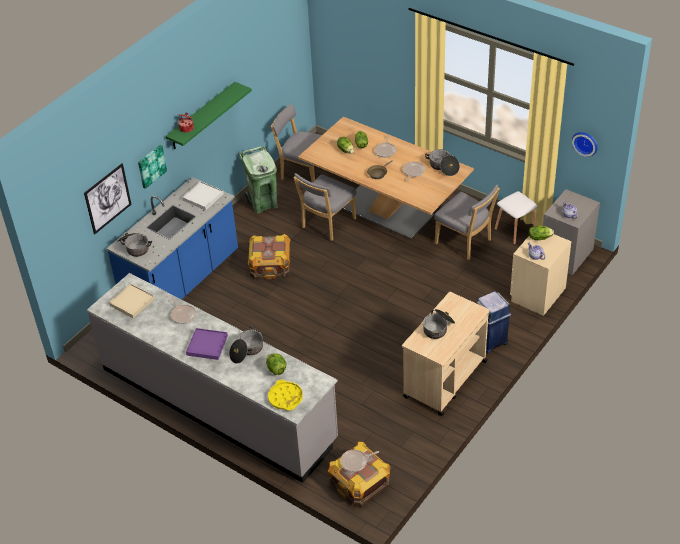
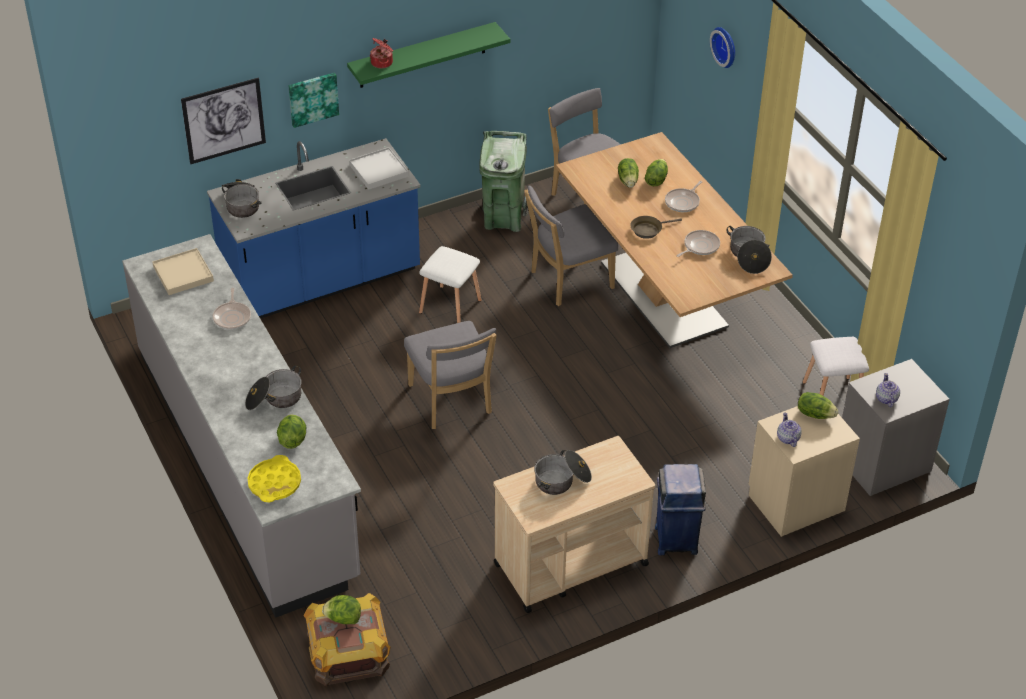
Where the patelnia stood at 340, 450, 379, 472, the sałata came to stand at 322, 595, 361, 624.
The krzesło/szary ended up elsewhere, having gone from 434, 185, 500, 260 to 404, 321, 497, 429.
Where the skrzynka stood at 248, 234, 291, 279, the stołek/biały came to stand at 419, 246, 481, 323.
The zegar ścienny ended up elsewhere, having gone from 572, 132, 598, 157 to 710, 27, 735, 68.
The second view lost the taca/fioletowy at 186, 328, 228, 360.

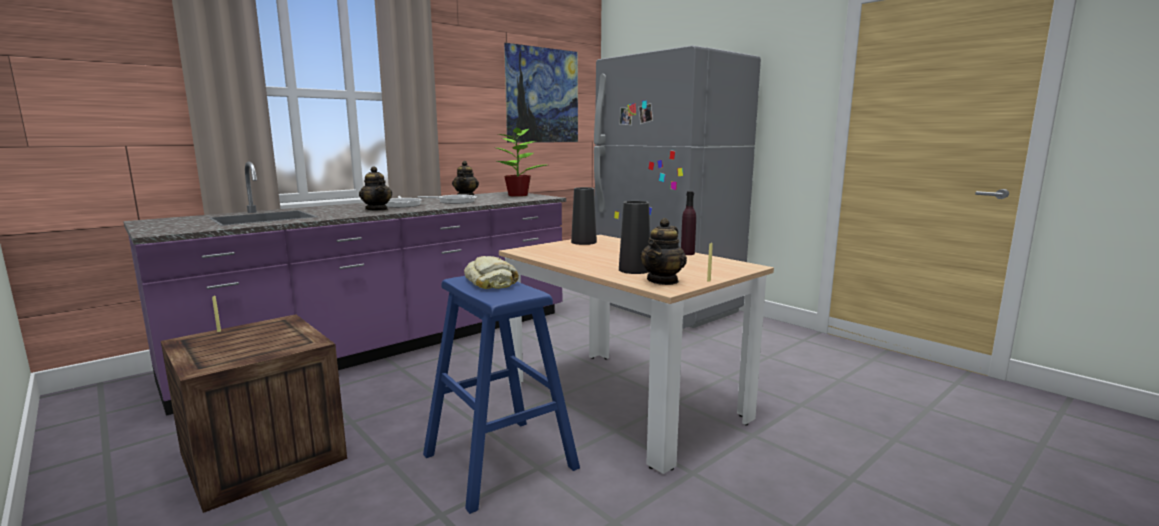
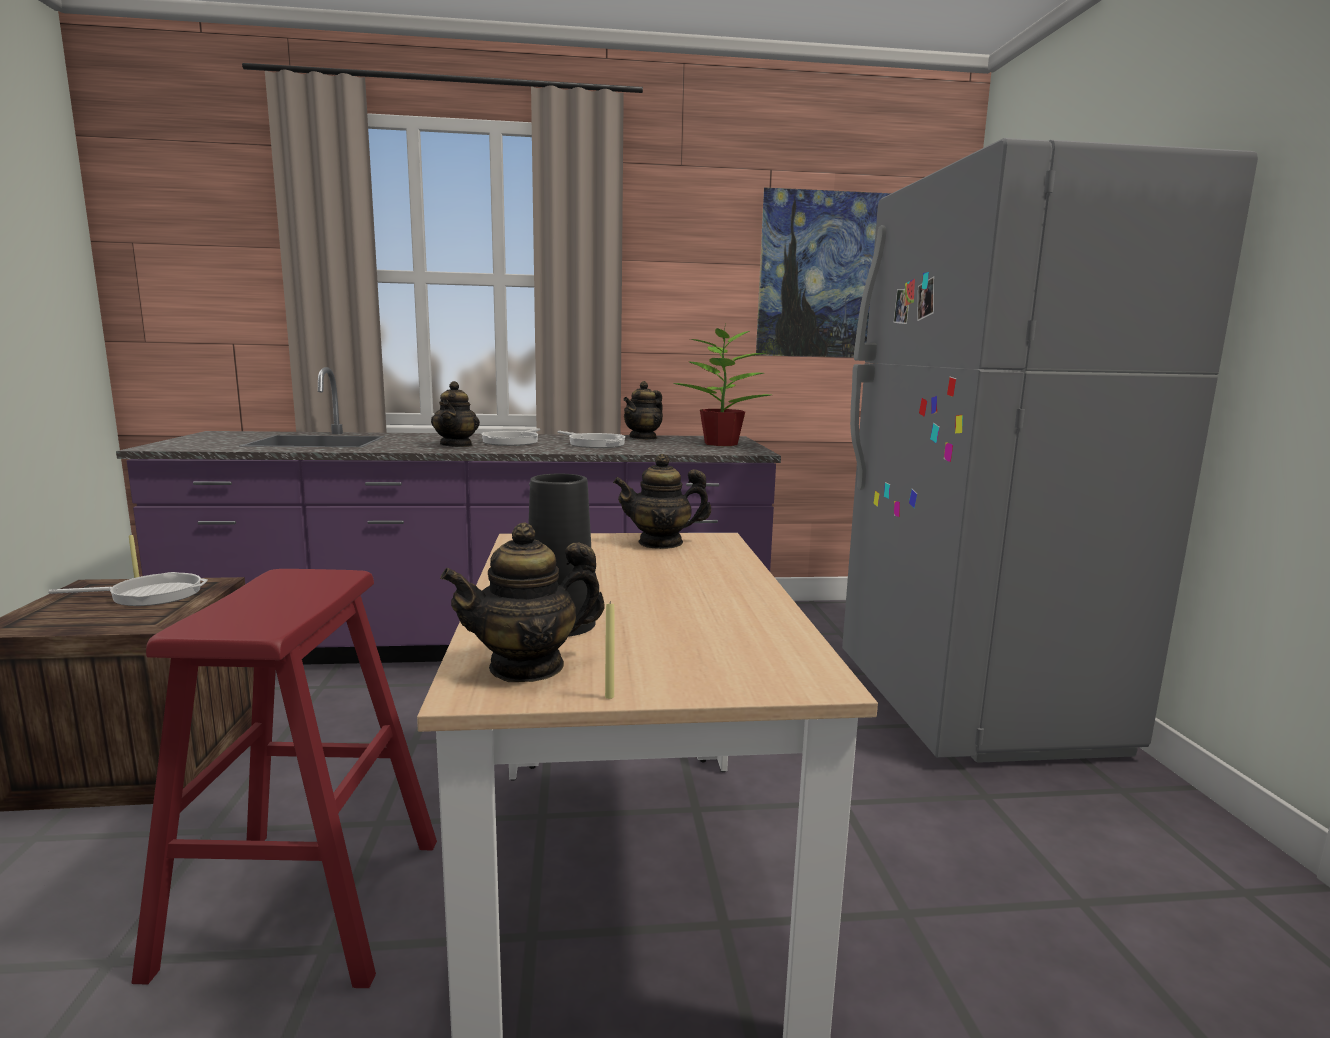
The second view gained the patelnia at 48, 572, 208, 606.
What was the stołek/niebieski at 423, 276, 580, 514 turned into the stołek/czerwony at 132, 569, 437, 988.
Where the wazon/czarny stood at 571, 187, 597, 245, the imbryk came to stand at 613, 454, 711, 549.
The second view lost the chleb at 464, 256, 519, 289.
The second view lost the butelka/fioletowy at 681, 191, 696, 255.

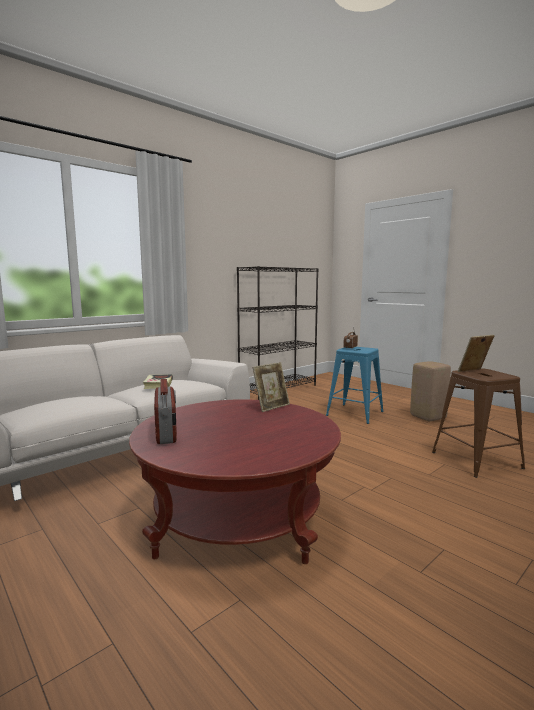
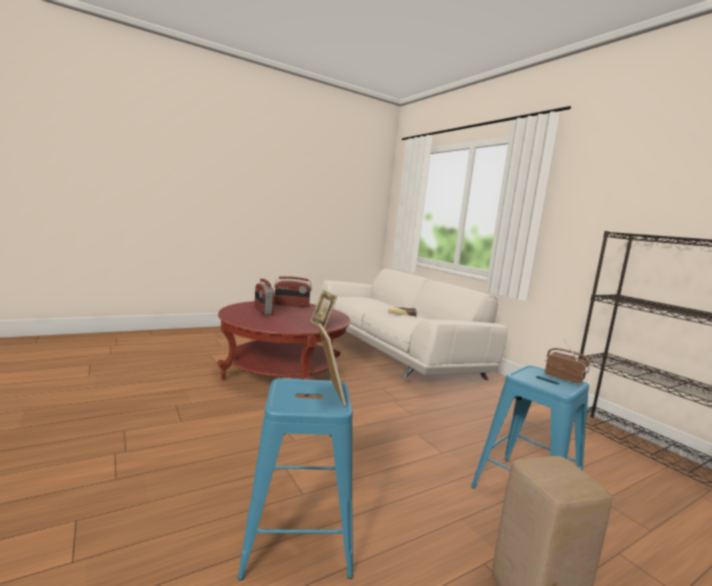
What was the stołek/brązowy at 432, 369, 525, 478 turned into the stołek/niebieski at 238, 378, 353, 580.
The second view gained the radio at 254, 279, 275, 315.

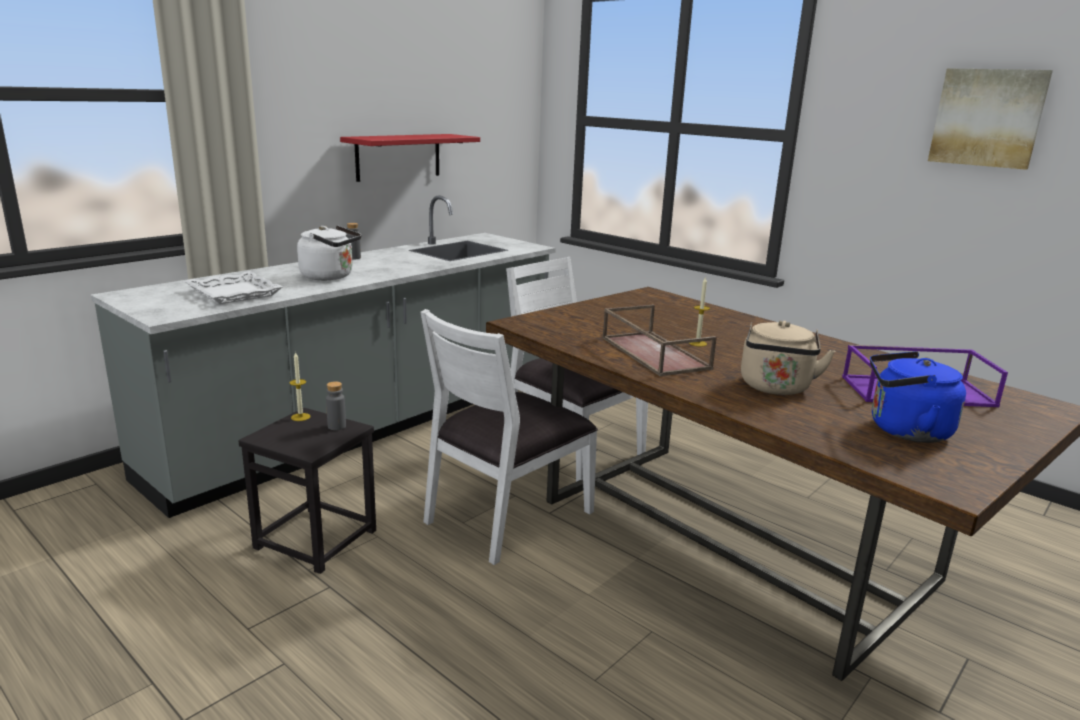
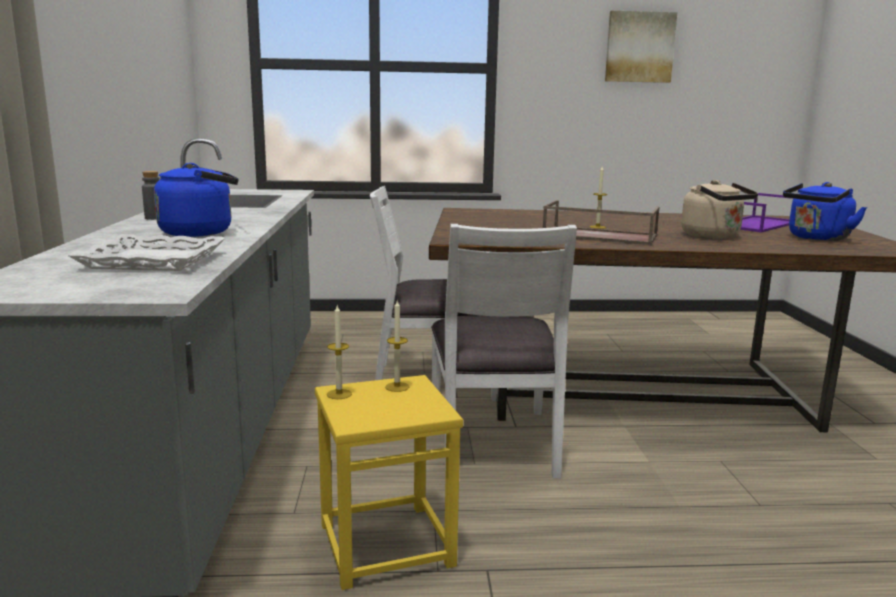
What was the czajnik/biały at 297, 225, 361, 280 turned into the czajnik/niebieski at 154, 163, 238, 237.
What was the stołek/czarny at 238, 408, 376, 574 turned into the stołek/żółty at 315, 375, 463, 590.
Where the butelka/szary stood at 326, 381, 346, 430, the świeca came to stand at 385, 301, 409, 392.
The second view lost the półka/czerwony at 340, 134, 480, 182.

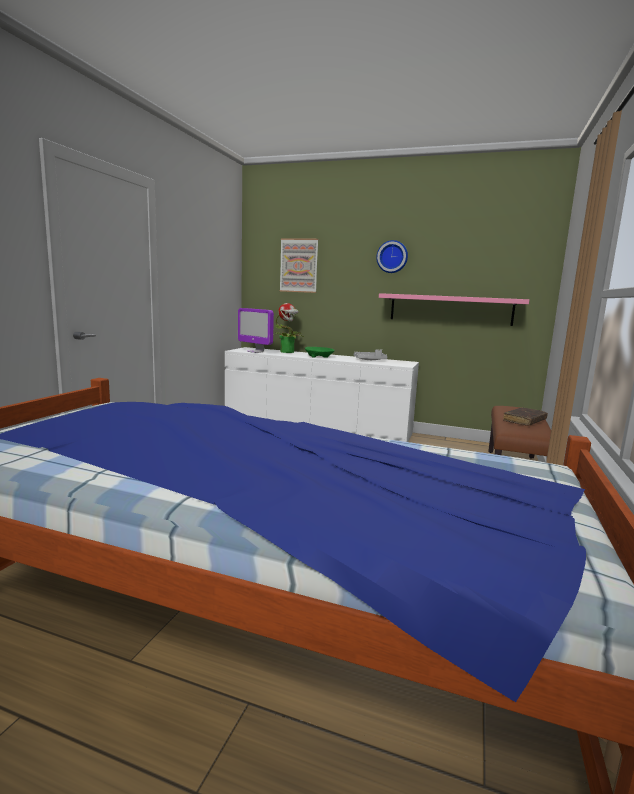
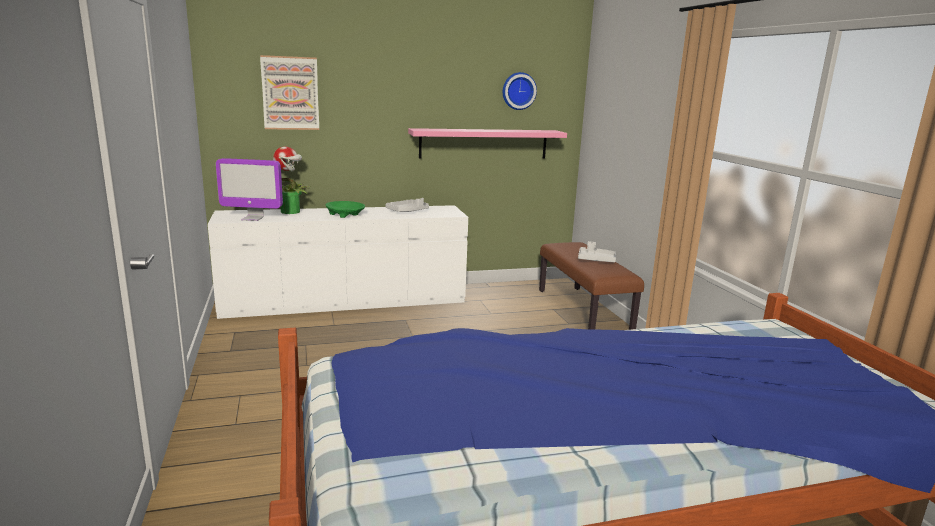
The zegar ścienny ended up elsewhere, having gone from 376, 240, 408, 273 to 503, 72, 537, 110.
Where the książka/brązowy stood at 503, 407, 548, 426, the taca/szary came to stand at 578, 241, 616, 262.

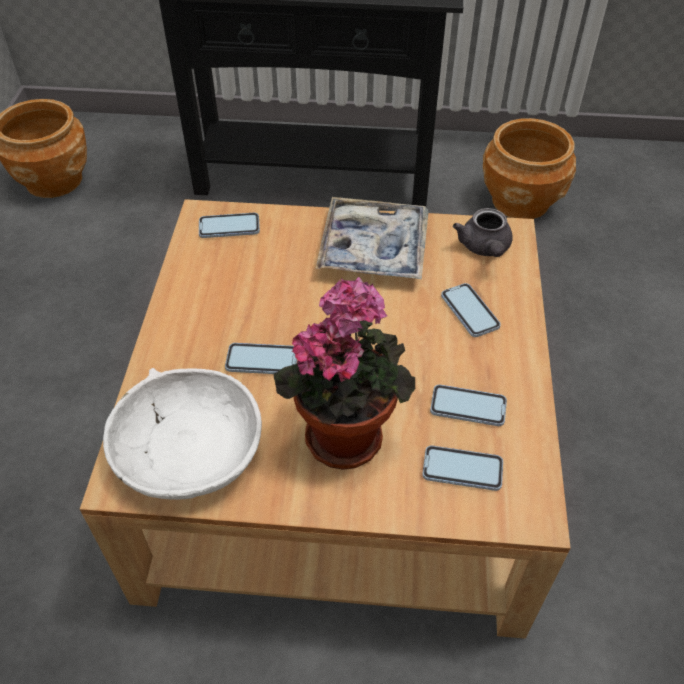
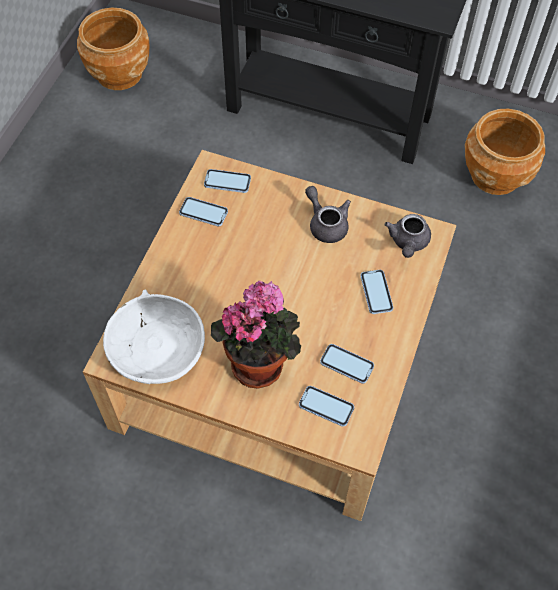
The telefon ended up elsewhere, having gone from 225, 343, 297, 374 to 179, 197, 228, 226.
Where the taca stood at 316, 197, 428, 279, the imbryk/szary came to stand at 305, 186, 351, 243.

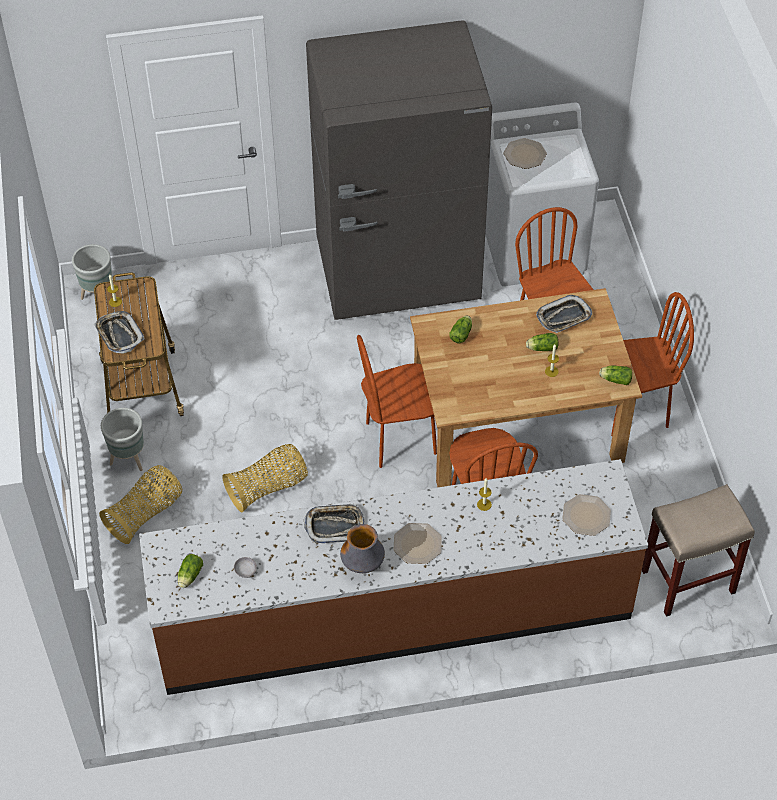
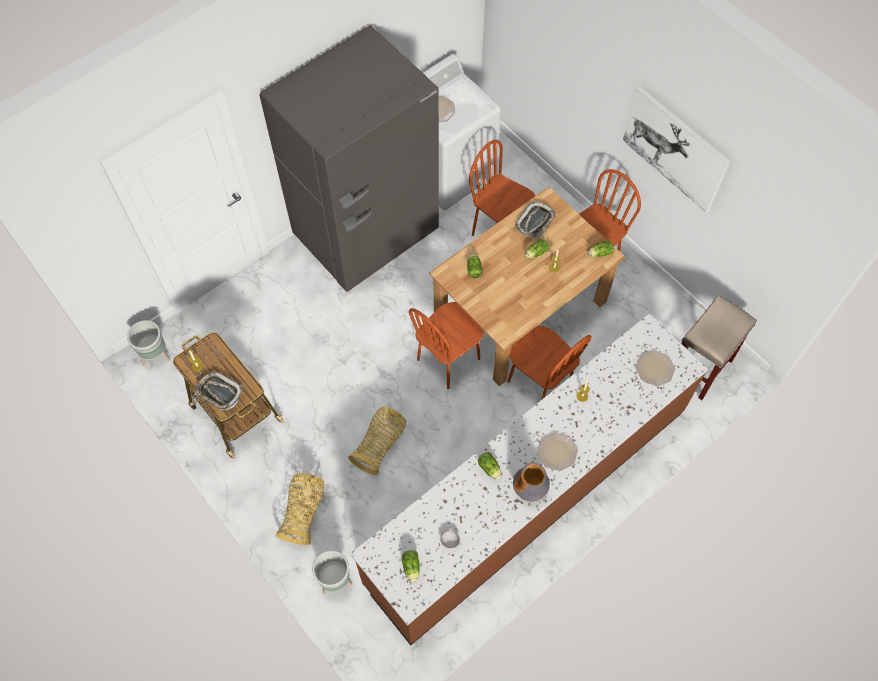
The donica/szary ended up elsewhere, having gone from 101, 408, 144, 471 to 312, 550, 352, 594.
Where the taca stood at 304, 504, 365, 543, the sałata came to stand at 478, 452, 501, 479.
The second view gained the obraz at 622, 86, 730, 213.

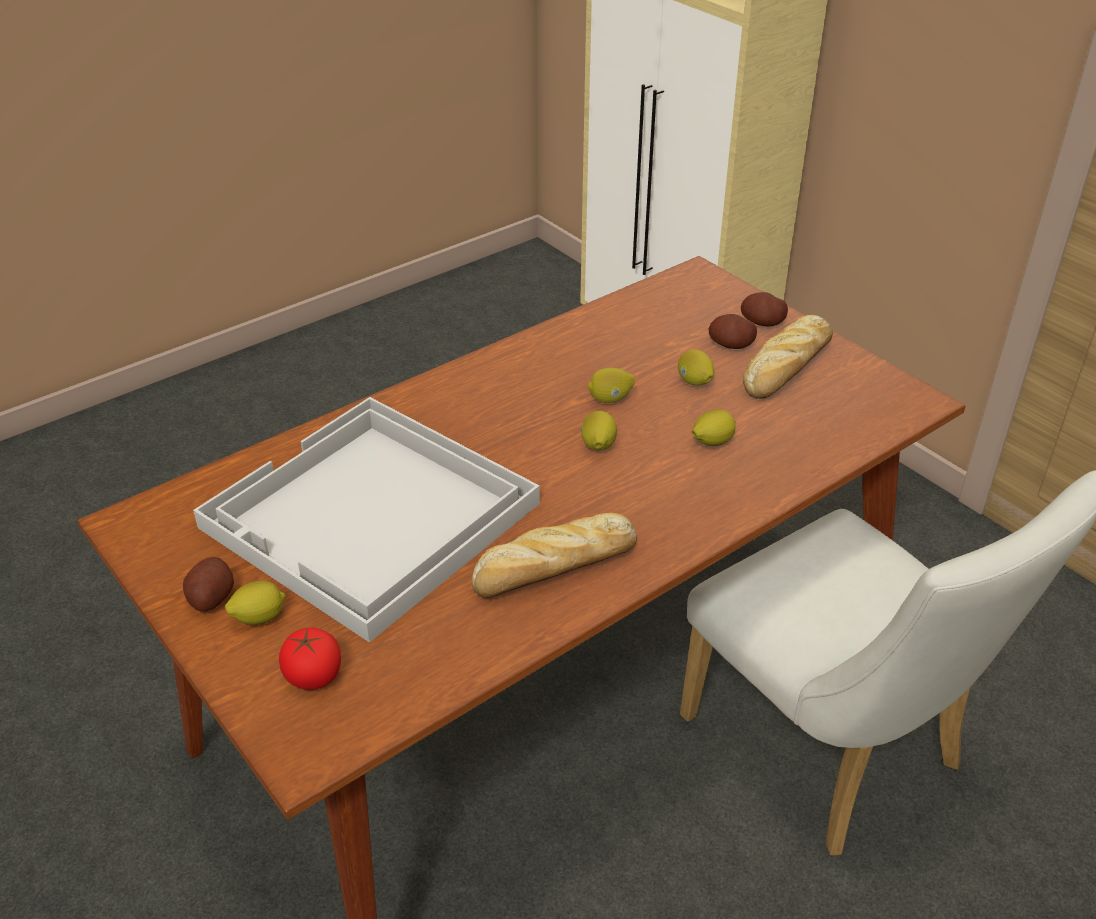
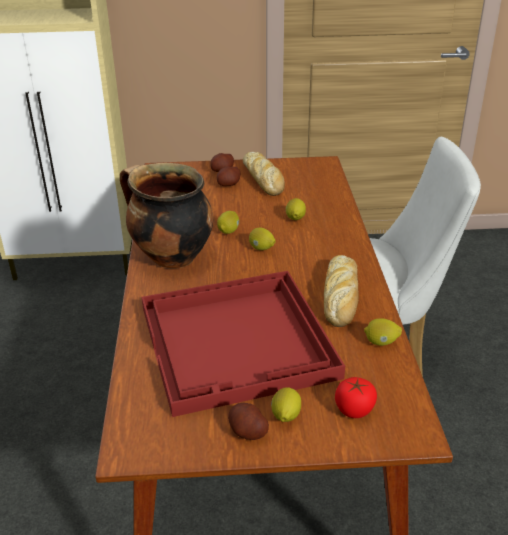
The second view gained the garnek at 120, 163, 213, 268.
What was the taca/biały at 193, 397, 540, 643 turned into the taca/czerwony at 142, 271, 345, 417.
The cytryna ended up elsewhere, having gone from 678, 349, 714, 386 to 364, 318, 402, 346.

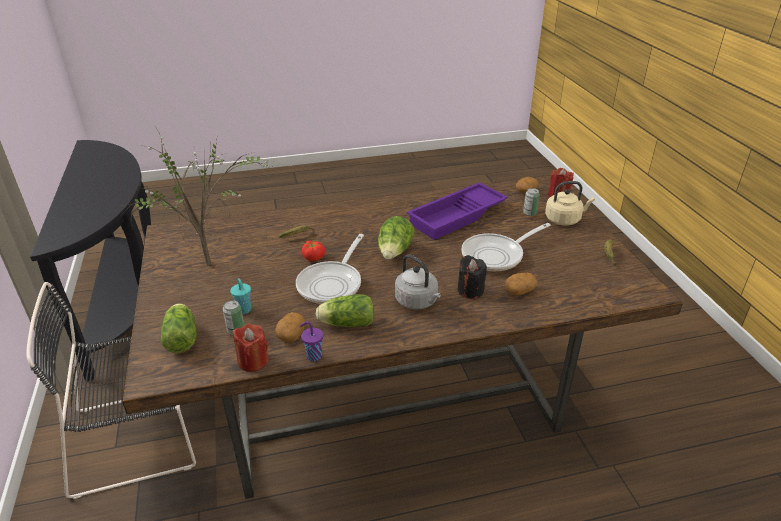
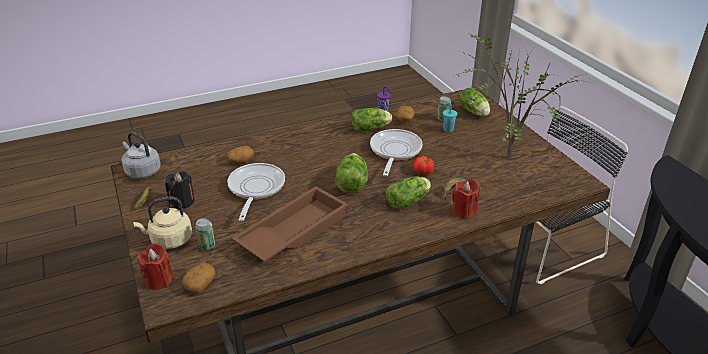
The czajnik/szary ended up elsewhere, having gone from 395, 254, 441, 309 to 122, 132, 161, 179.
The świeca/czarny ended up elsewhere, having gone from 458, 255, 487, 299 to 165, 171, 195, 209.
The patelnia at 461, 223, 551, 271 ended up facing another way, 45 degrees counterclockwise from before.
What was the taca/fioletowy at 407, 182, 508, 240 turned into the taca/brązowy at 232, 187, 348, 262.
The second view gained the sałata at 386, 176, 431, 209.
The świeca/czerwony ended up elsewhere, having gone from 233, 324, 269, 372 to 452, 179, 480, 219.

